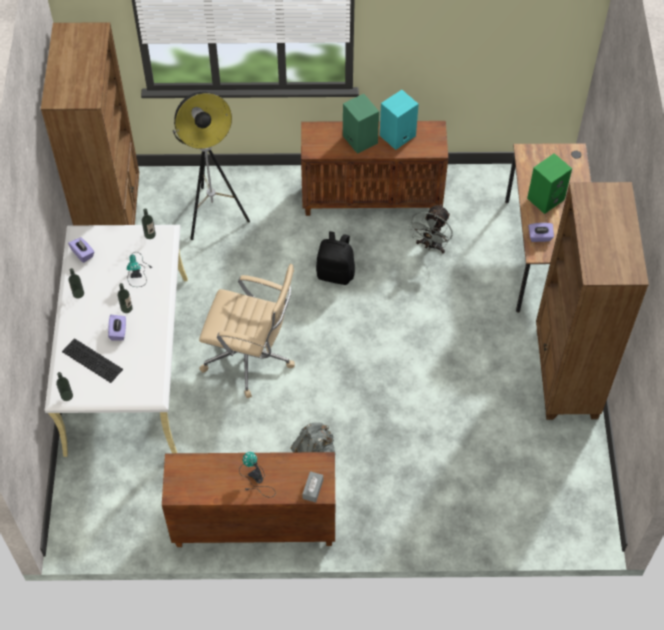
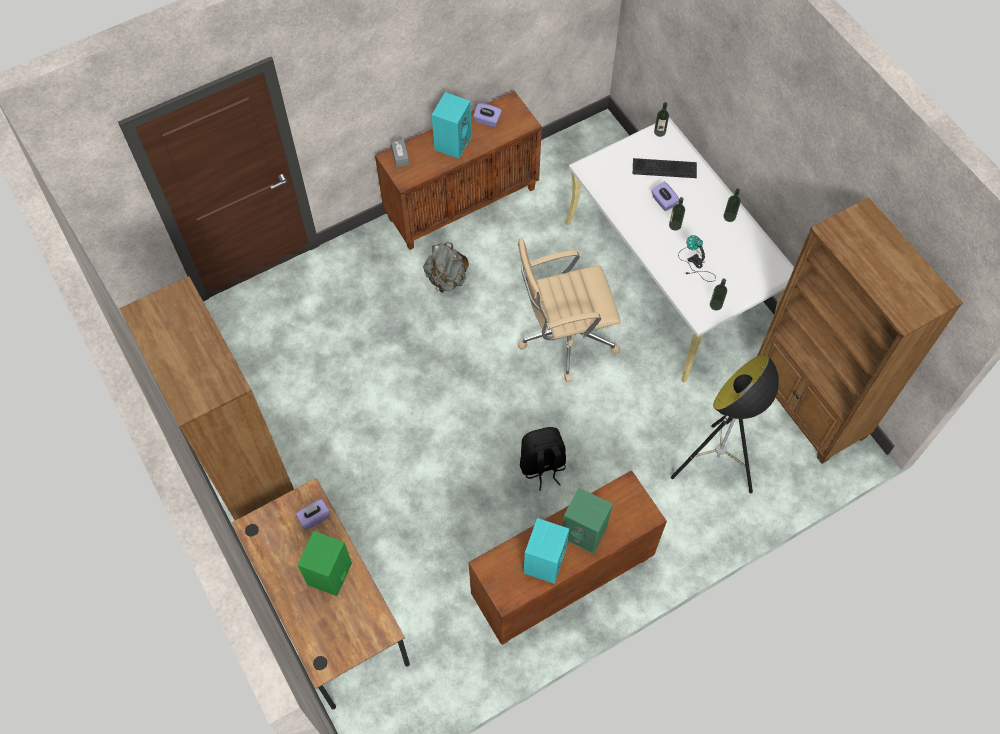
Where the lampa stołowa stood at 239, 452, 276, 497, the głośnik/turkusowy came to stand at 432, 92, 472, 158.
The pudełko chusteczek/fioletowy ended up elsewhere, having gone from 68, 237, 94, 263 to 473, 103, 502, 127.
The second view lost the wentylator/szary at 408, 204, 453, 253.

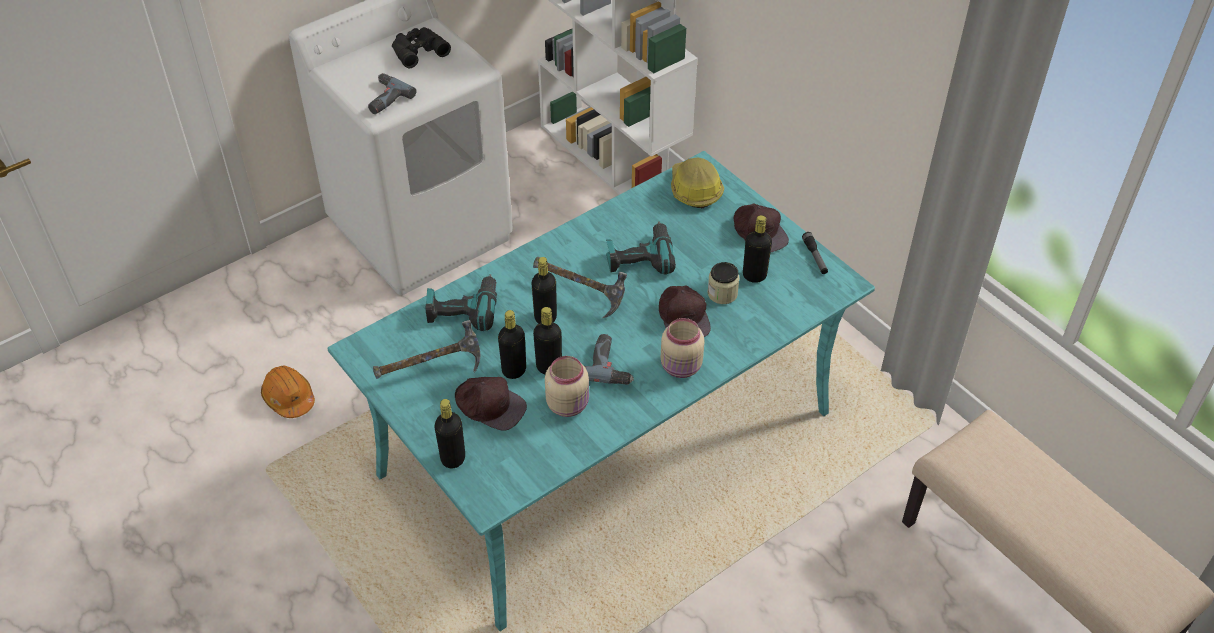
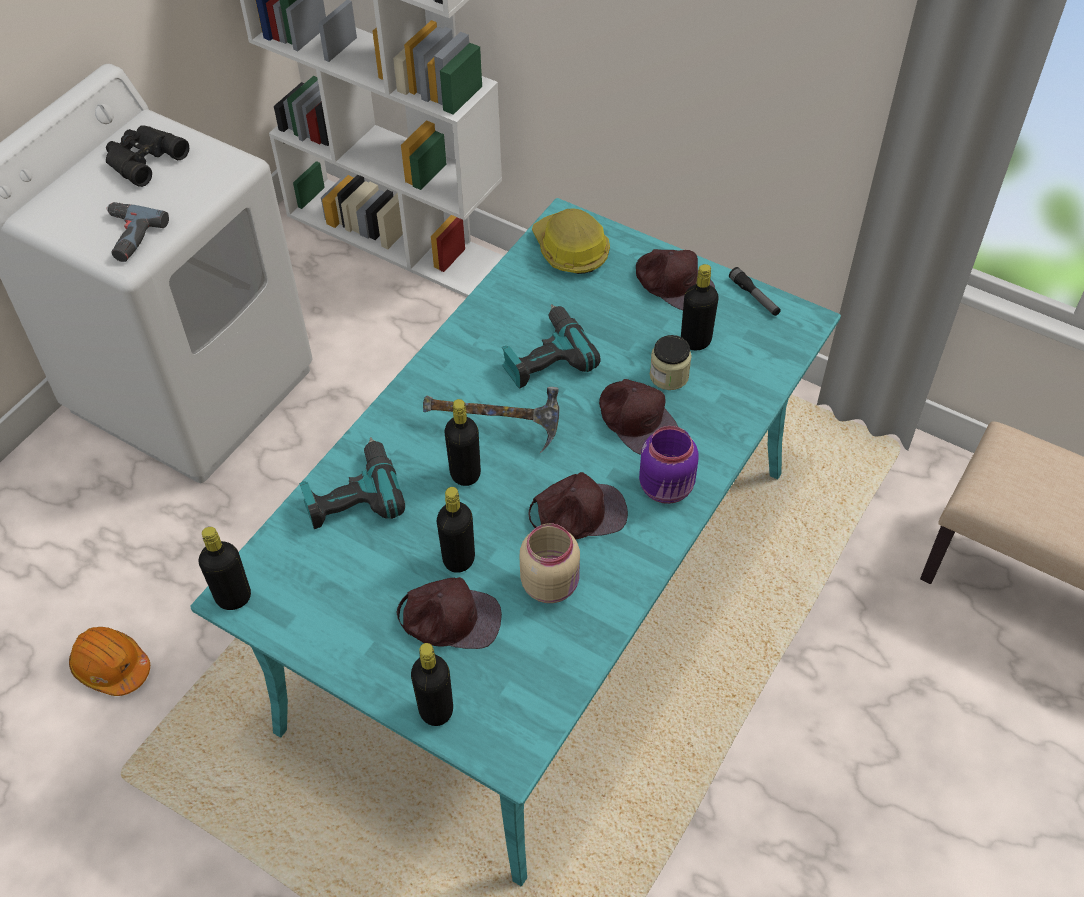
The butelka/czarny ended up elsewhere, having gone from 533, 307, 562, 374 to 199, 527, 251, 610.
Where the wiertarka stood at 584, 334, 634, 385, the czapka z daszkiem/brązowy came to stand at 528, 472, 628, 539.
What was the słoik/beżowy at 661, 318, 705, 378 turned into the słoik/fioletowy at 639, 426, 699, 504.
The second view lost the młotek at 373, 320, 480, 379.

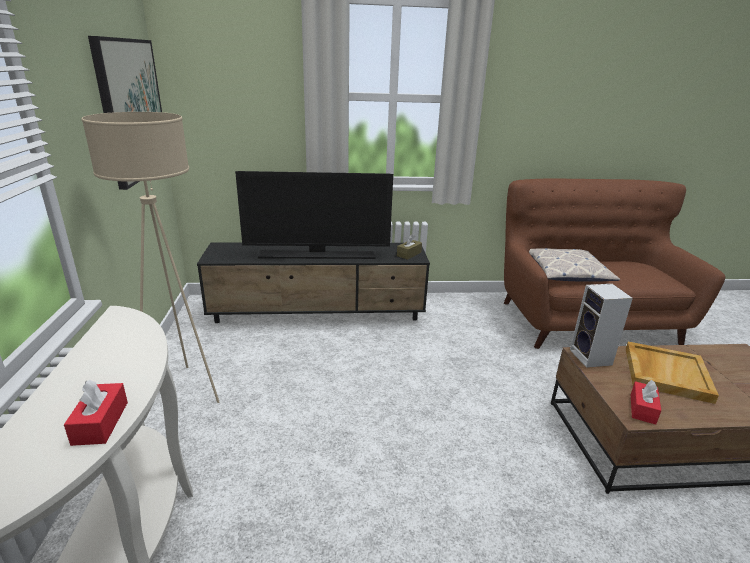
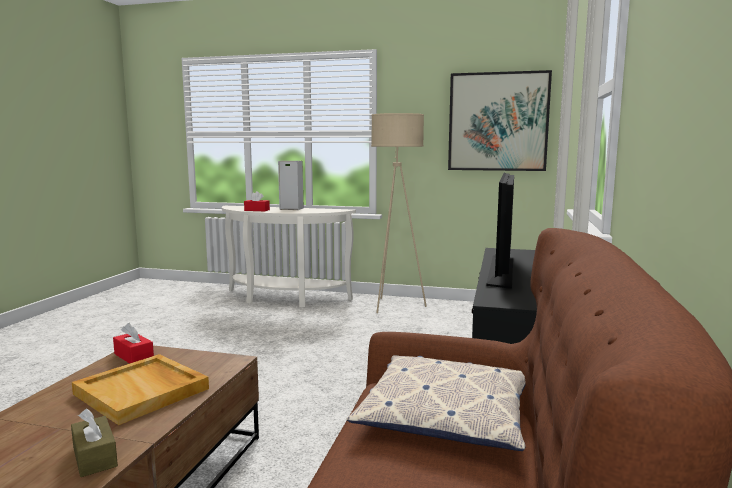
The pudełko chusteczek/brązowy ended up elsewhere, having gone from 397, 234, 422, 260 to 71, 409, 118, 477.
The głośnik ended up elsewhere, having gone from 570, 284, 633, 368 to 278, 161, 303, 210.

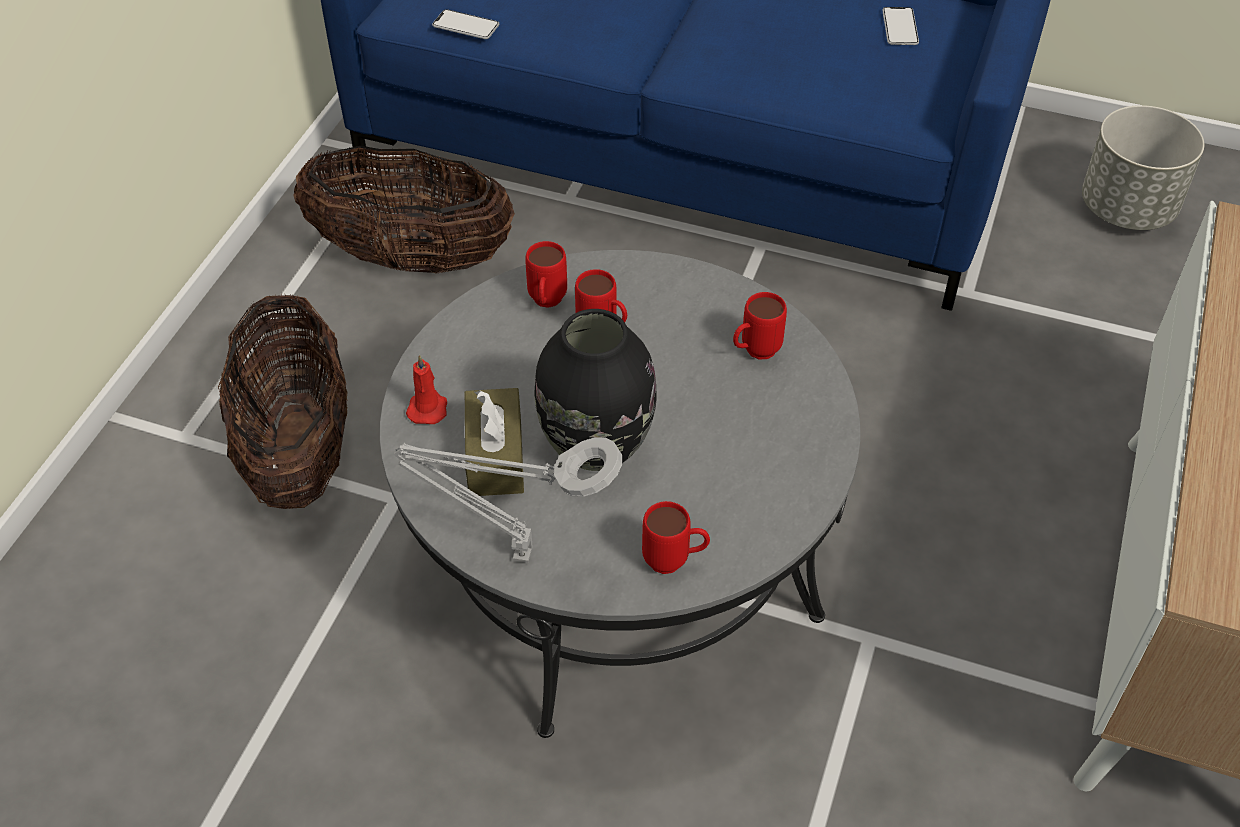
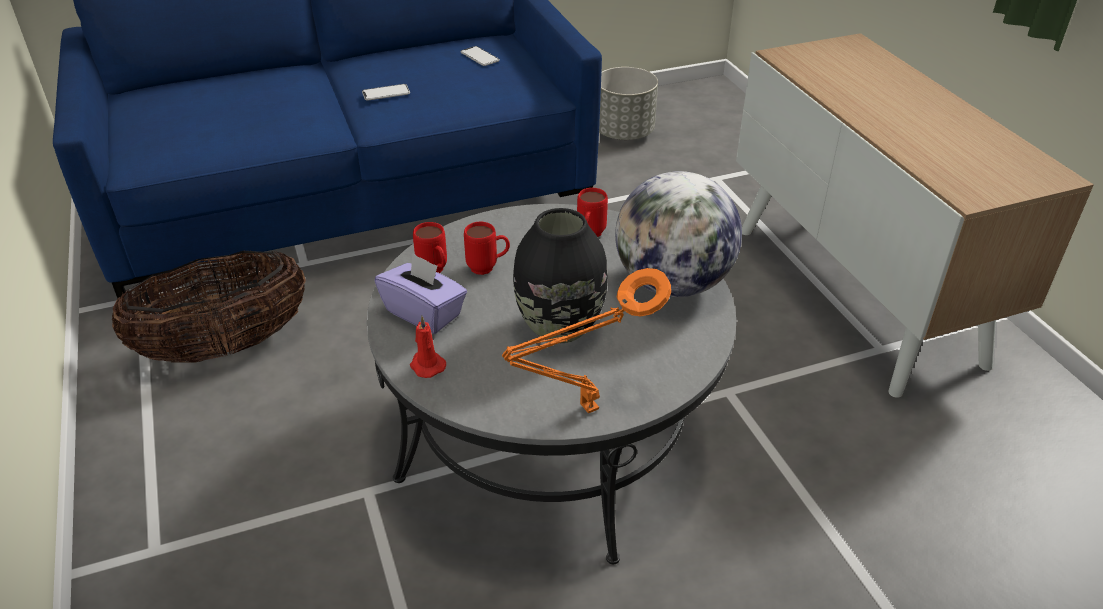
The telefon ended up elsewhere, having gone from 432, 9, 499, 39 to 362, 84, 410, 101.
The second view gained the pudełko chusteczek/fioletowy at 375, 253, 467, 334.
What was the lampa stołowa/szary at 394, 437, 622, 563 turned into the lampa stołowa/pomarańczowy at 502, 268, 671, 413.
The second view gained the globus at 615, 171, 742, 297.
The second view lost the koszyk at 218, 294, 348, 509.
The second view lost the pudełko chusteczek/brązowy at 465, 388, 524, 496.
The second view lost the kubek/czerwony at 642, 501, 710, 574.

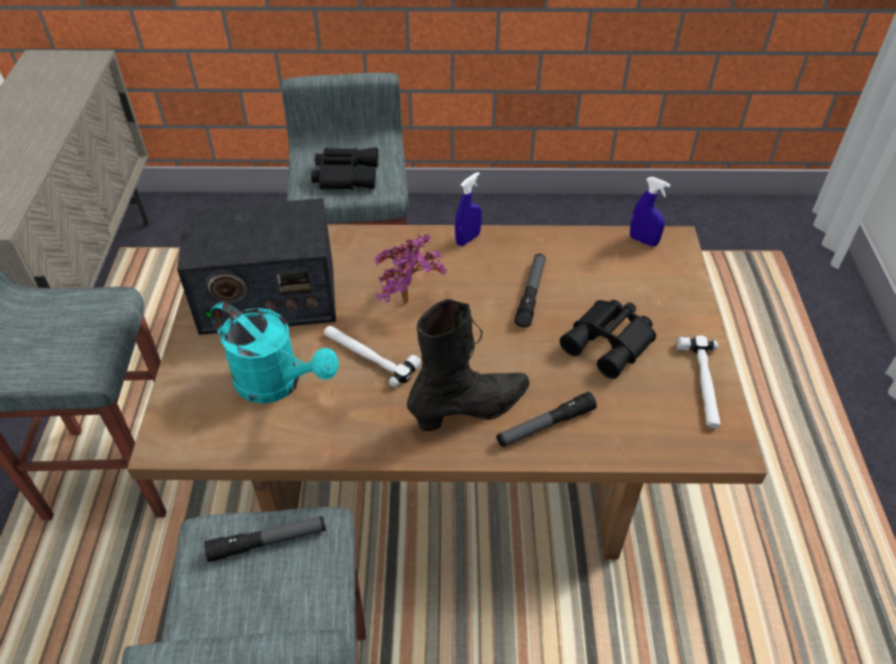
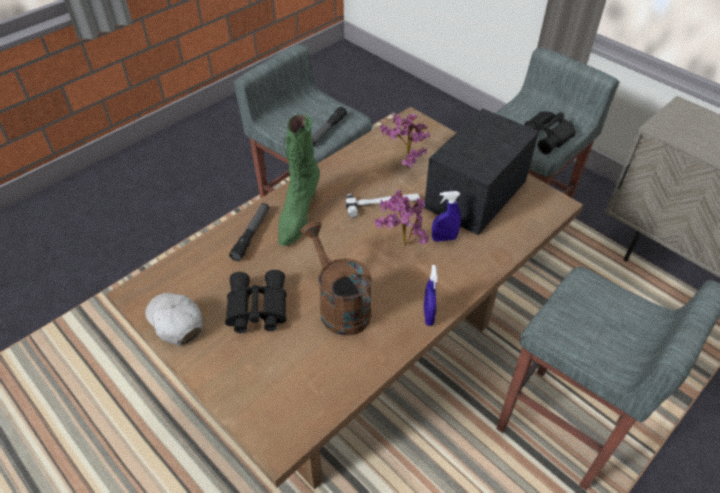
Where the młotek stood at 677, 335, 720, 428, the czapka z daszkiem/biały came to stand at 145, 293, 203, 345.
What was the but z cholewką/czarny at 407, 299, 530, 431 turned into the but z cholewką/zielony at 278, 114, 320, 246.
Where the latarka stood at 515, 254, 546, 327, the konewka/brązowy came to stand at 301, 221, 372, 336.
Where the konewka/turkusowy stood at 210, 302, 339, 404, the roślina doniczkowa came to stand at 380, 113, 430, 169.
The spryskiwacz/niebieski ended up elsewhere, having gone from 630, 177, 671, 247 to 432, 191, 461, 242.
The lornetka/czarny ended up elsewhere, having gone from 311, 147, 378, 190 to 524, 112, 576, 154.

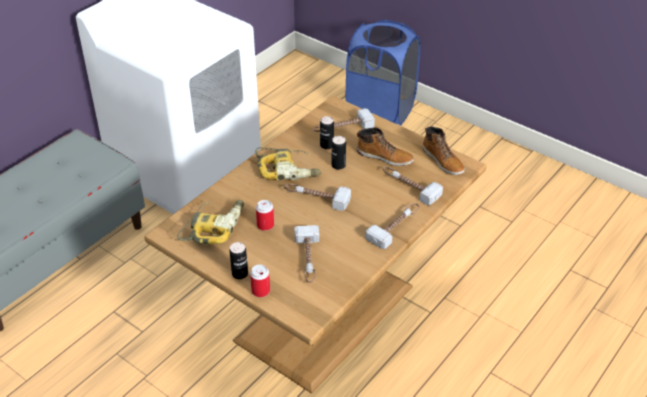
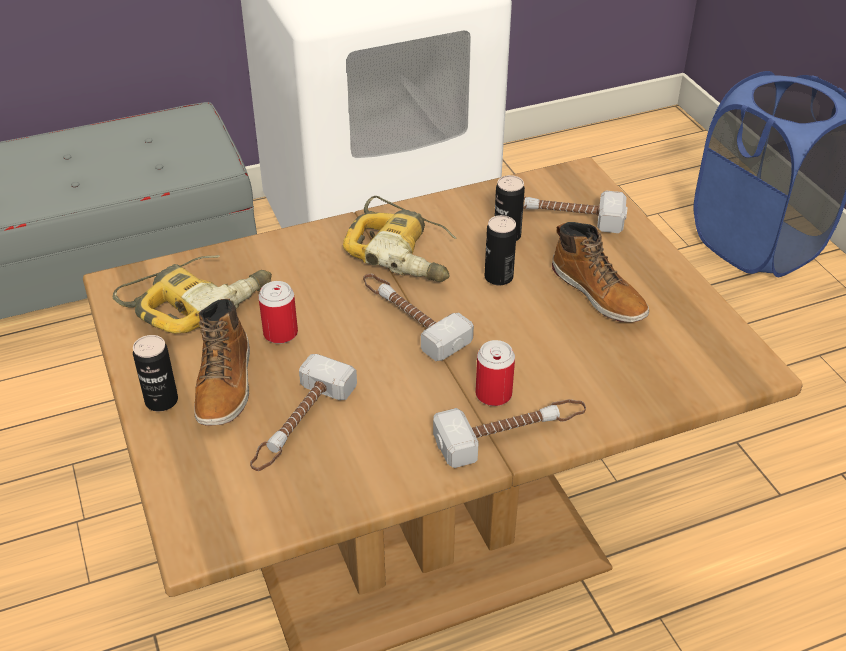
The but z cholewką ended up elsewhere, having gone from 422, 127, 465, 175 to 194, 298, 250, 426.
The puszka ended up elsewhere, having gone from 250, 264, 270, 297 to 476, 340, 515, 406.
The second view lost the młotek at 383, 166, 443, 205.

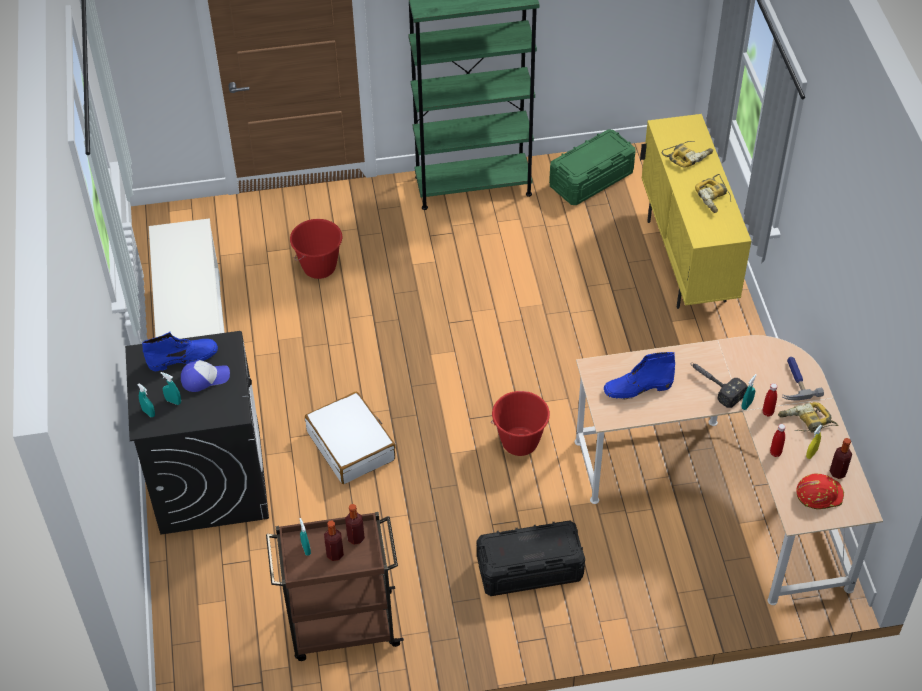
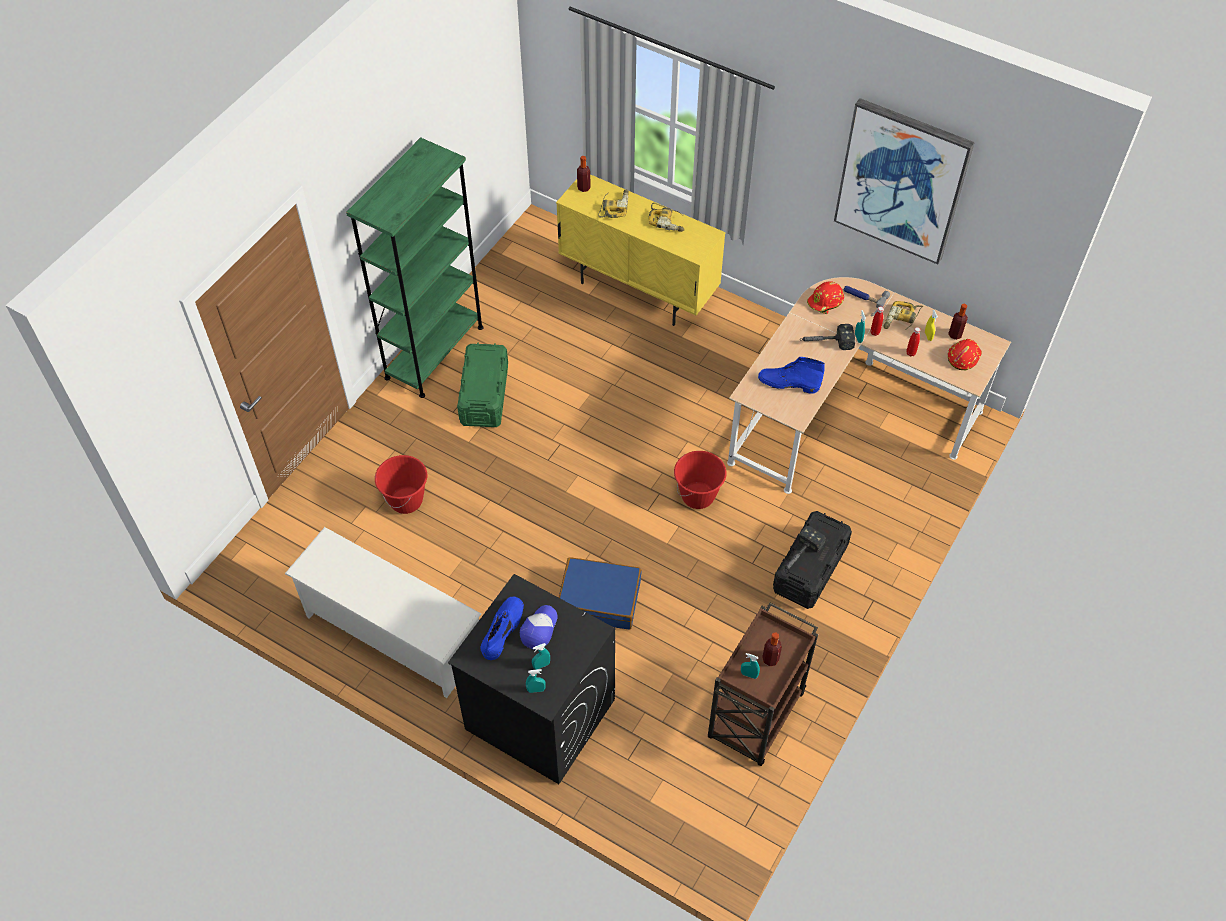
The pojemnik do przechowywania/zielony ended up elsewhere, having gone from 549, 129, 636, 205 to 457, 343, 508, 427.
What was the walizka/biały at 305, 391, 396, 484 turned into the walizka/niebieski at 559, 557, 642, 630.
The butelka ended up elsewhere, having gone from 345, 504, 365, 545 to 577, 156, 591, 192.
The but z cholewką/niebieski at 604, 352, 675, 399 ended up facing another way, 75 degrees clockwise from before.
The second view gained the młotek at 785, 526, 826, 571.
The second view gained the kask/czerwony at 807, 281, 844, 314.
The second view gained the obraz at 834, 98, 975, 264.

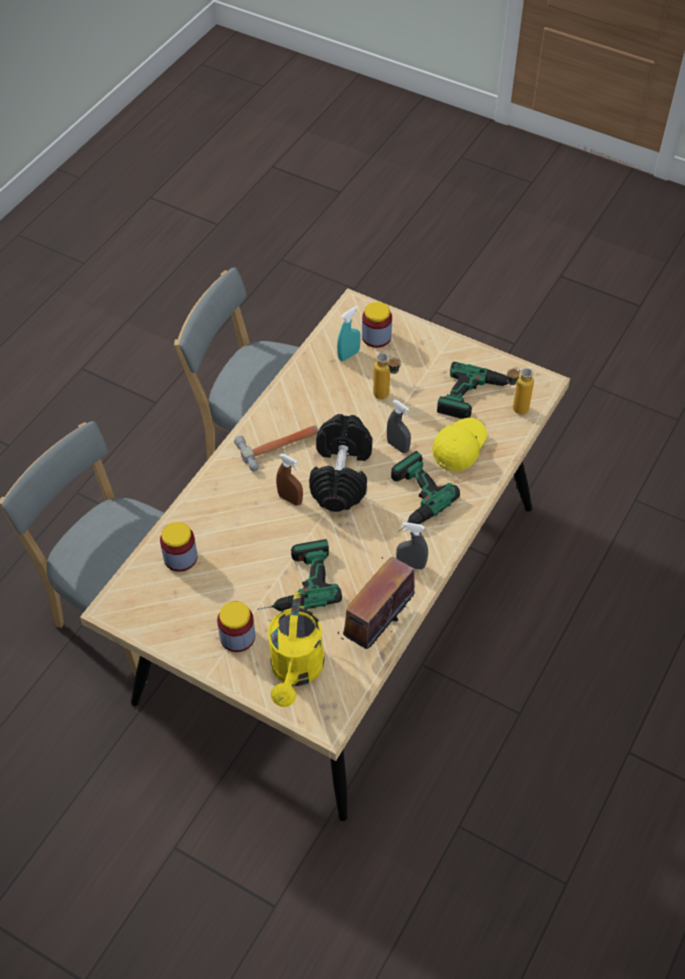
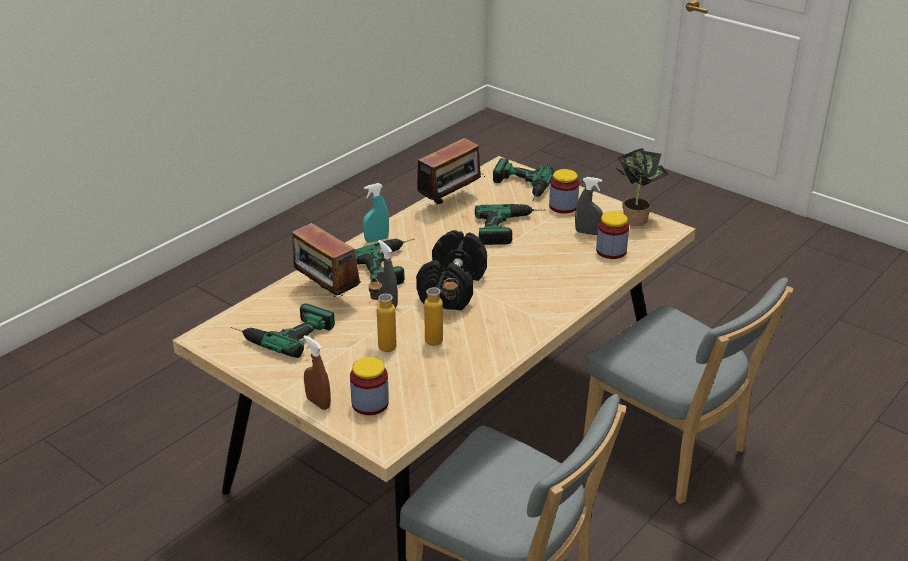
Where the czapka z daszkiem/żółty stood at 432, 418, 487, 471, the radio came to stand at 292, 220, 361, 297.
The spryskiwacz/brązowy ended up elsewhere, having gone from 276, 454, 303, 506 to 304, 335, 331, 410.
The spryskiwacz/turkusowy ended up elsewhere, having gone from 337, 306, 361, 361 to 363, 183, 389, 243.
The butelka ended up elsewhere, having gone from 507, 367, 534, 414 to 424, 278, 458, 346.
Where the konewka/żółty stood at 268, 592, 324, 707, the wiertarka came to stand at 493, 158, 554, 201.
The spryskiwacz/szary ended up elsewhere, having gone from 396, 522, 428, 570 to 575, 177, 603, 235.
The second view gained the roślina doniczkowa at 616, 148, 670, 226.
The second view lost the młotek at 234, 425, 318, 472.

